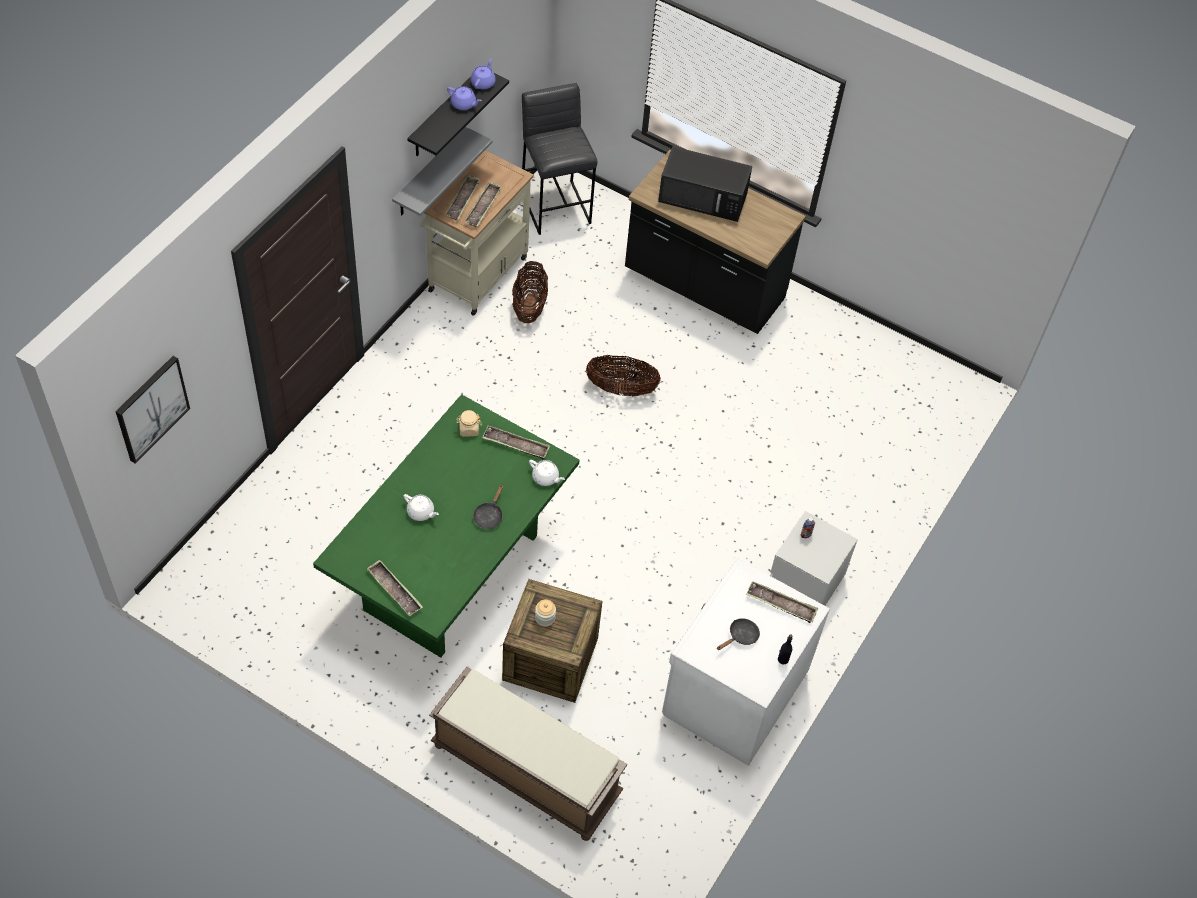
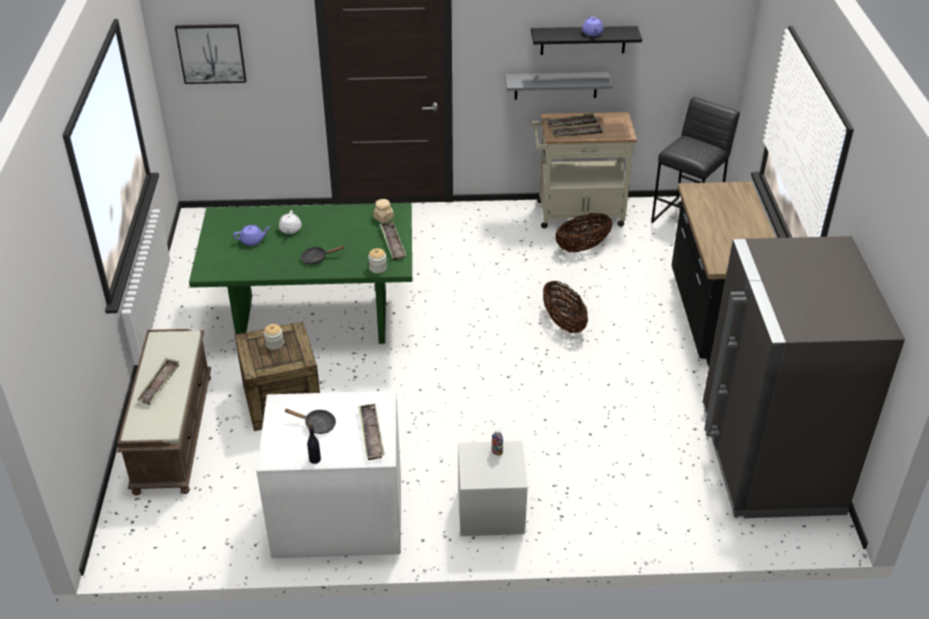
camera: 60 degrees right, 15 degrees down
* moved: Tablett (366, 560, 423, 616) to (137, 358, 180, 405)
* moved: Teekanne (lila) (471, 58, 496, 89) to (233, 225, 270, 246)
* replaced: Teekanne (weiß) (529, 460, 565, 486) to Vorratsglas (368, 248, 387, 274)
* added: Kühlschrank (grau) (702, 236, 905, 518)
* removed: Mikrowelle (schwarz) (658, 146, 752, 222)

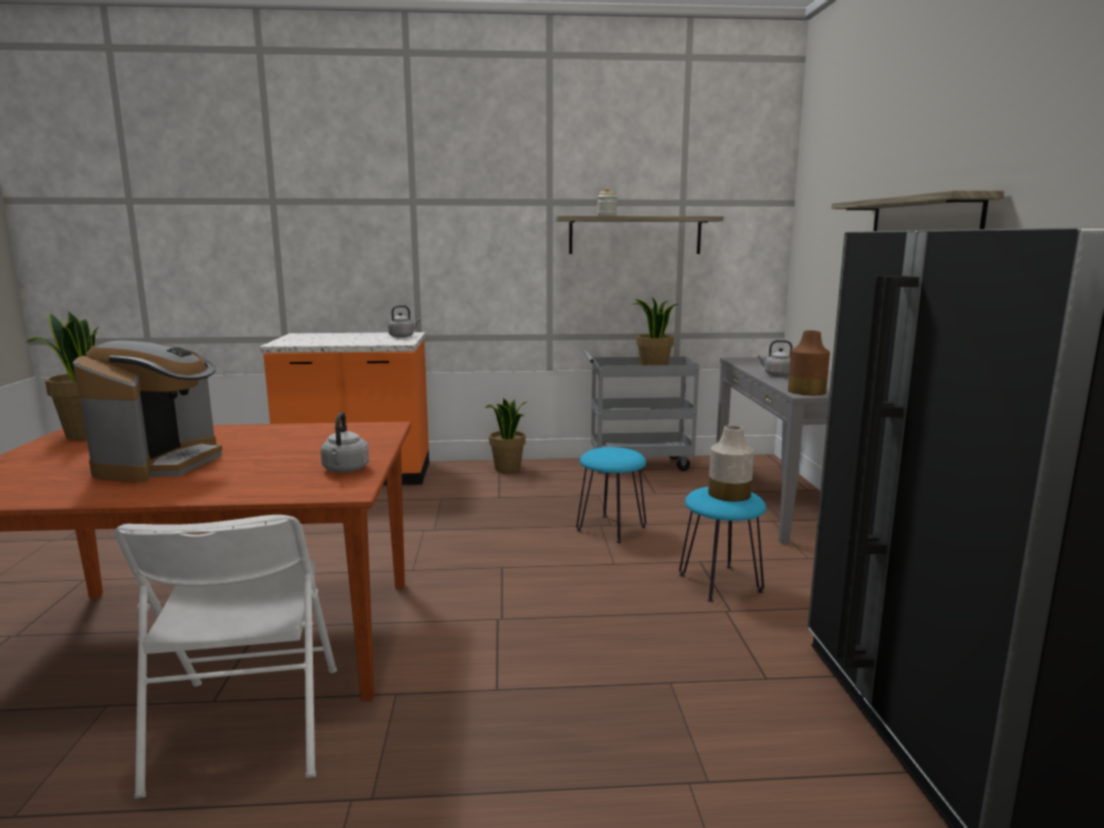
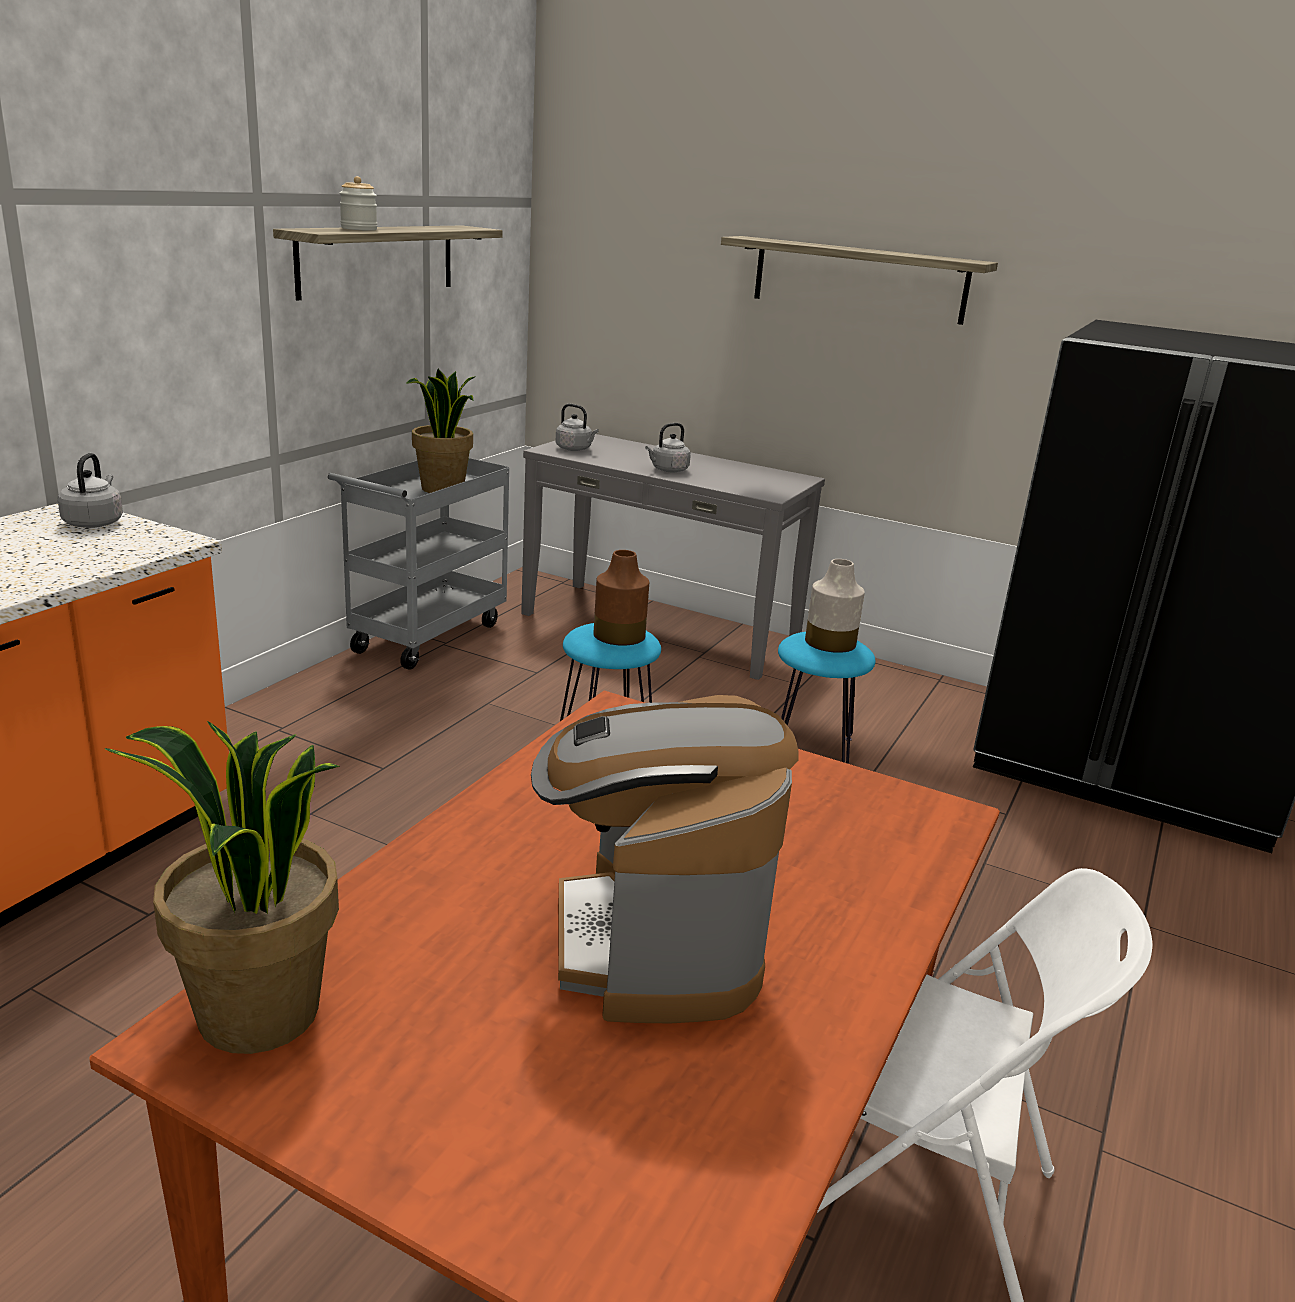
camera: 60 degrees left, 10 degrees up
* turned: Kaffeemaschine (73, 340, 223, 482) = (531, 695, 798, 1023) 135 degrees counterclockwise
* moved: Wasserkessel (grau) (321, 412, 369, 473) to (556, 404, 599, 451)
* moved: Vase (braun) (788, 331, 830, 395) to (593, 550, 649, 646)
* removed: Topfpflanze (485, 399, 528, 473)

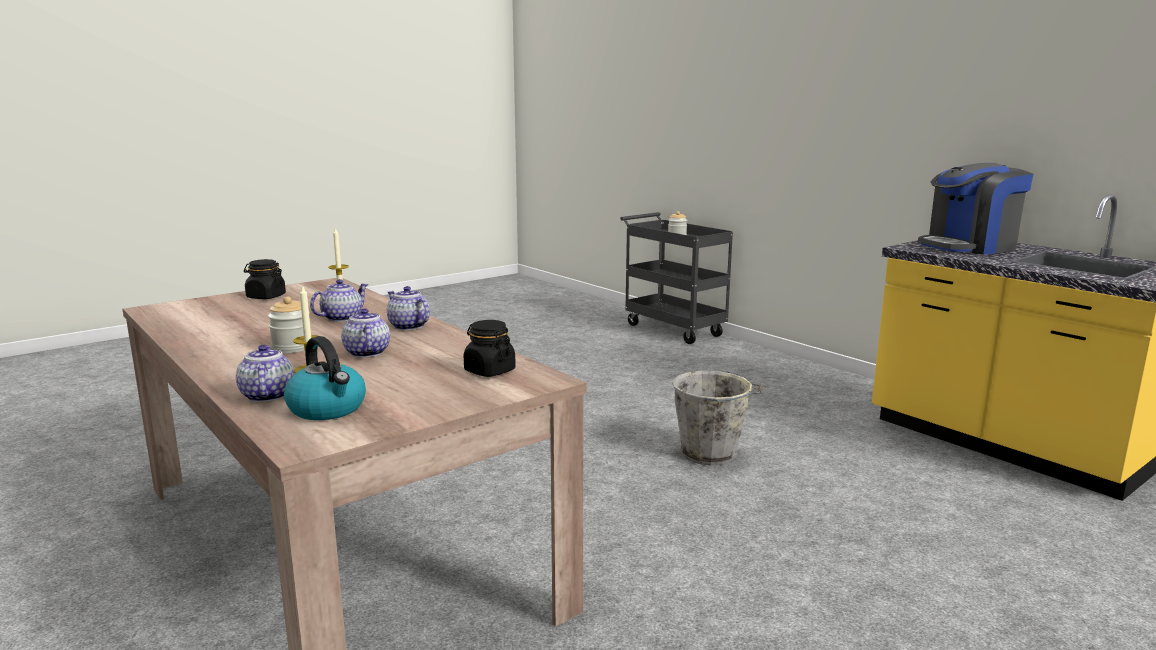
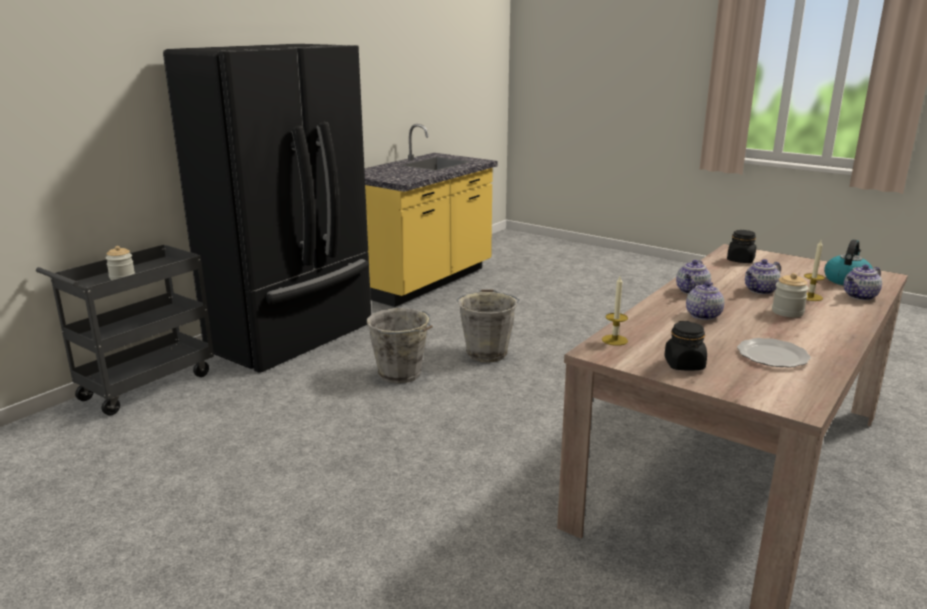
camera: 105 degrees left, 5 degrees up
* added: Kühlschrank (schwarz) (163, 44, 371, 373)
* added: Eimer (grau) (367, 308, 433, 383)
* turned: Teekanne (310, 279, 368, 322) = (686, 282, 724, 320) 90 degrees clockwise
* added: Teller (737, 338, 811, 368)
* removed: Kaffeemaschine (918, 163, 1033, 255)

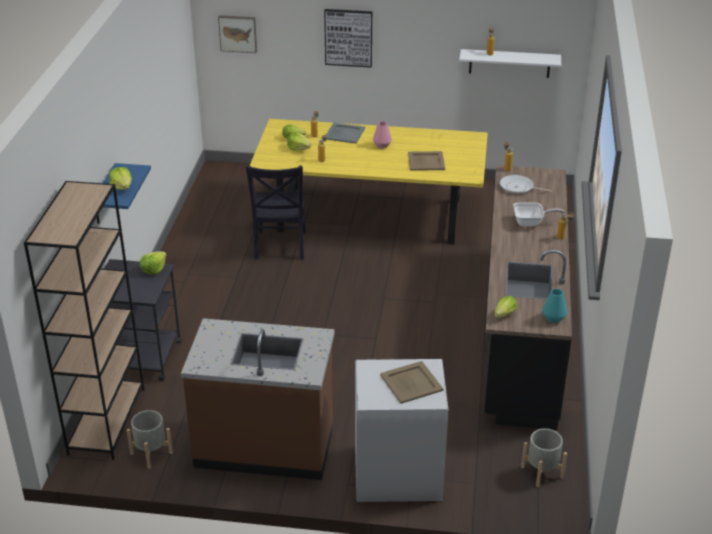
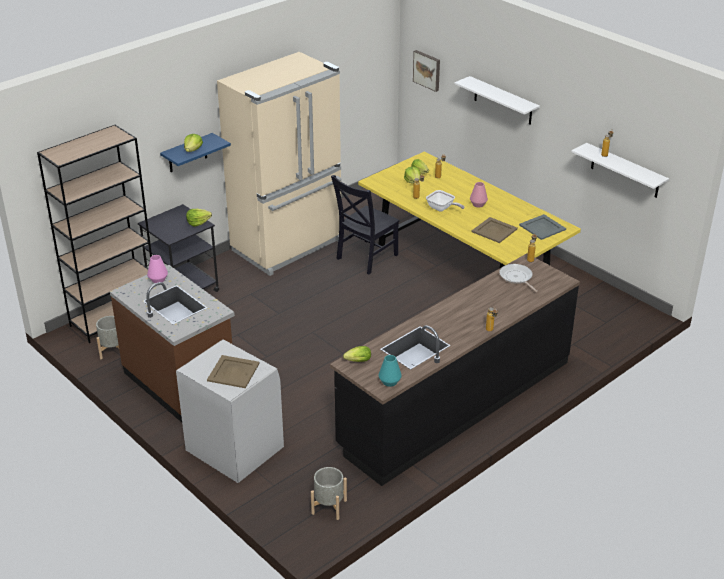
camera: 40 degrees right, 0 degrees up
* added: Vase (rosa) (147, 255, 168, 283)
* added: Kühlschrank (beige) (217, 52, 341, 276)
* moved: Pfanne (513, 202, 565, 226) to (426, 190, 465, 211)
* replaced: Bild (324, 9, 372, 68) to Wandregal (weiß) (454, 76, 540, 125)
* moved: Tablett (grau) (326, 123, 365, 144) to (519, 214, 566, 240)

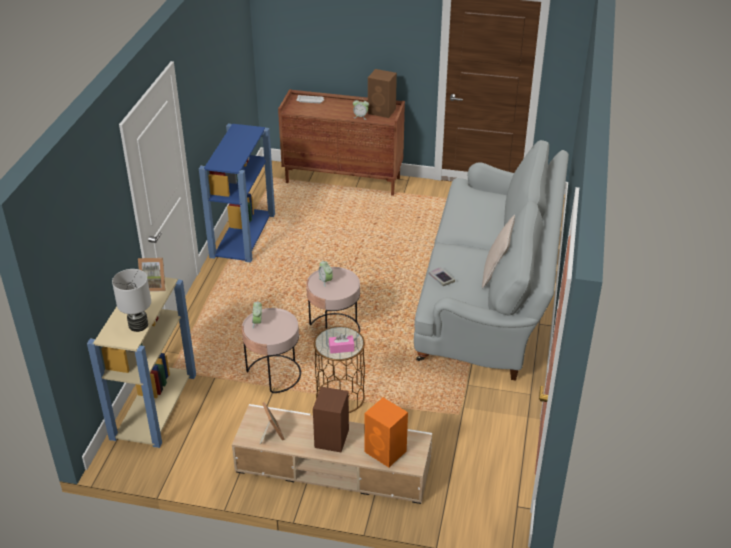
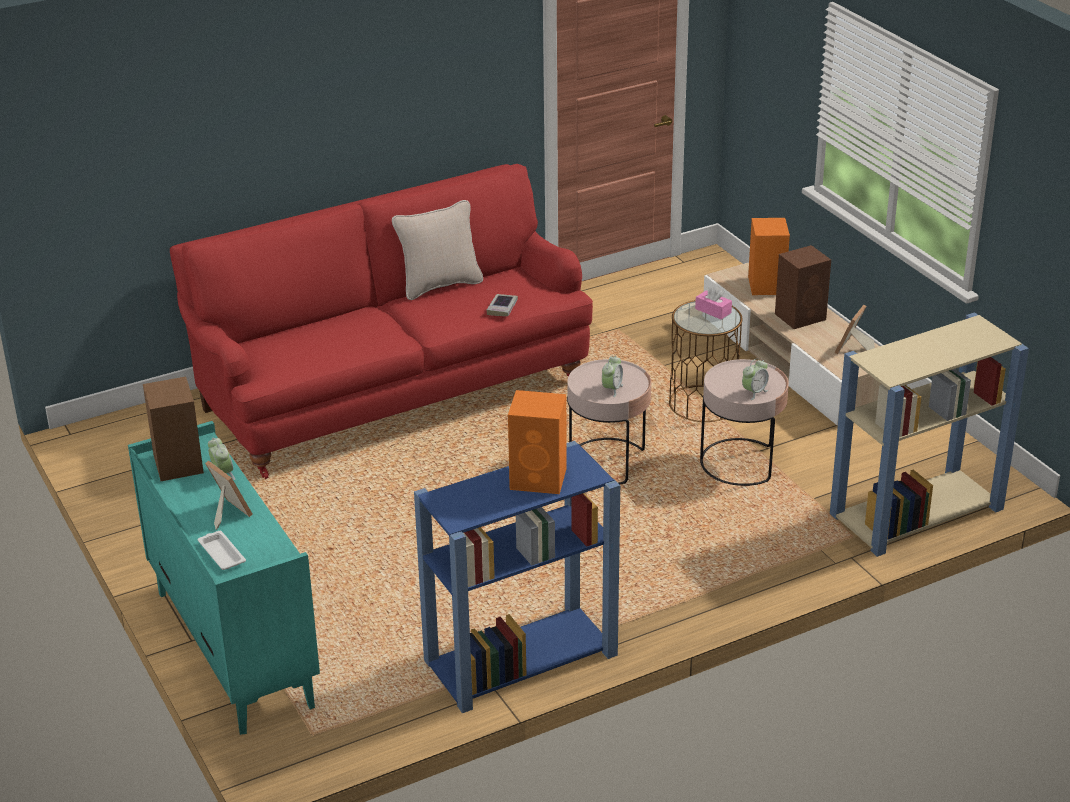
camera: 130 degrees left, 5 degrees down
* recoloured: Schrank (braun) (278, 89, 405, 196) to Schrank (türkis) (128, 421, 320, 735)
* recoloured: Sofa (grau) (414, 140, 569, 381) to Sofa (rot) (170, 164, 593, 479)
* moved: Bilderrahmen (138, 258, 166, 292) to (205, 460, 252, 530)
* added: Lautsprecher (orange) (508, 390, 567, 494)
* removed: Tischlampe (grau) (112, 269, 151, 332)

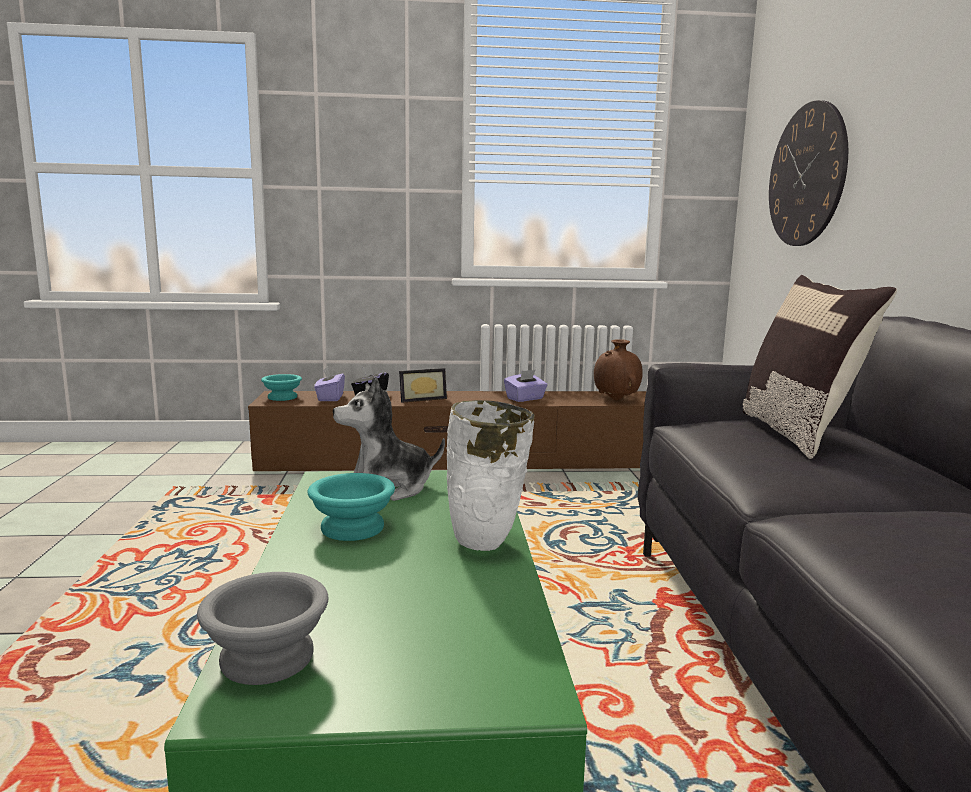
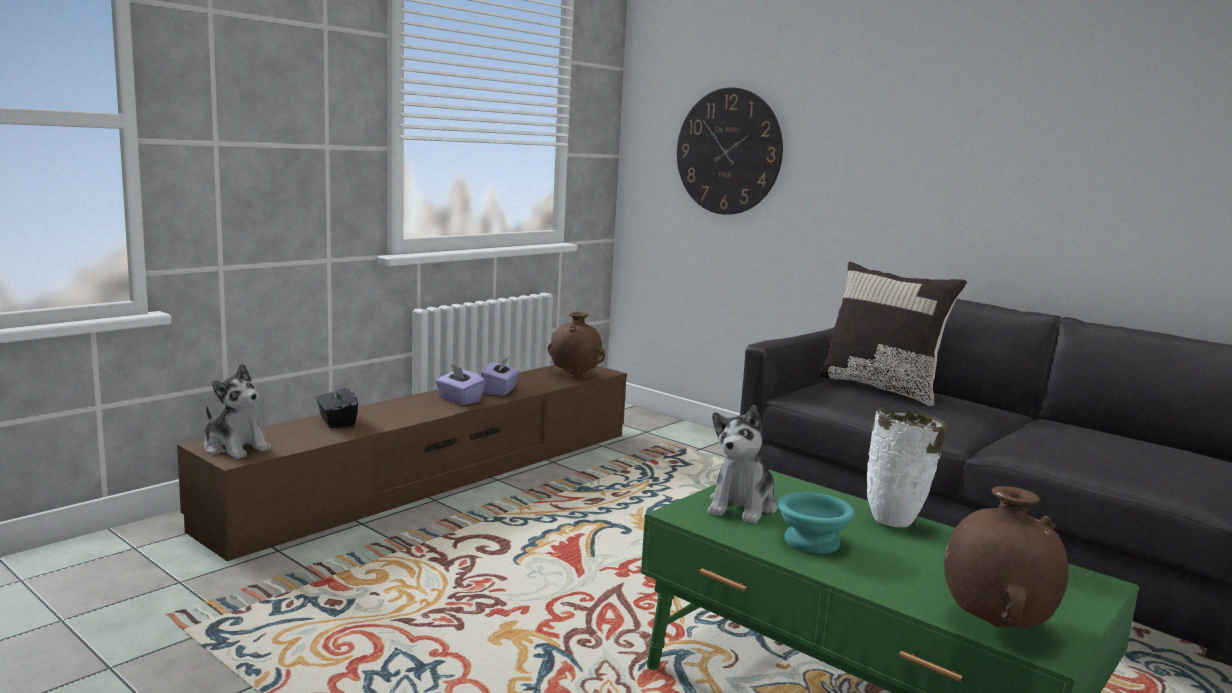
camera: 45 degrees left, 0 degrees up
* replaced: Schüssel (türkis) (261, 374, 302, 401) to Plüschtier (204, 363, 271, 459)
* moved: Taschentuchbox (lila) (314, 366, 345, 401) to (435, 364, 485, 405)
* replaced: Schüssel (grau) (197, 572, 328, 685) to Vase (braun) (944, 486, 1069, 628)
* removed: Bilderrahmen (399, 368, 447, 403)

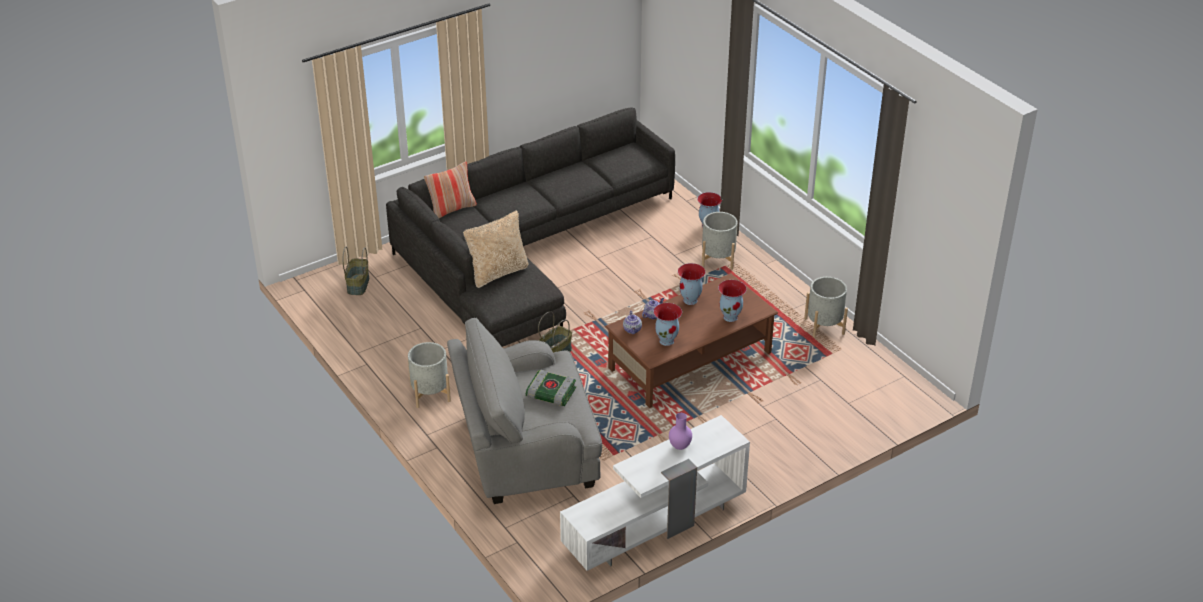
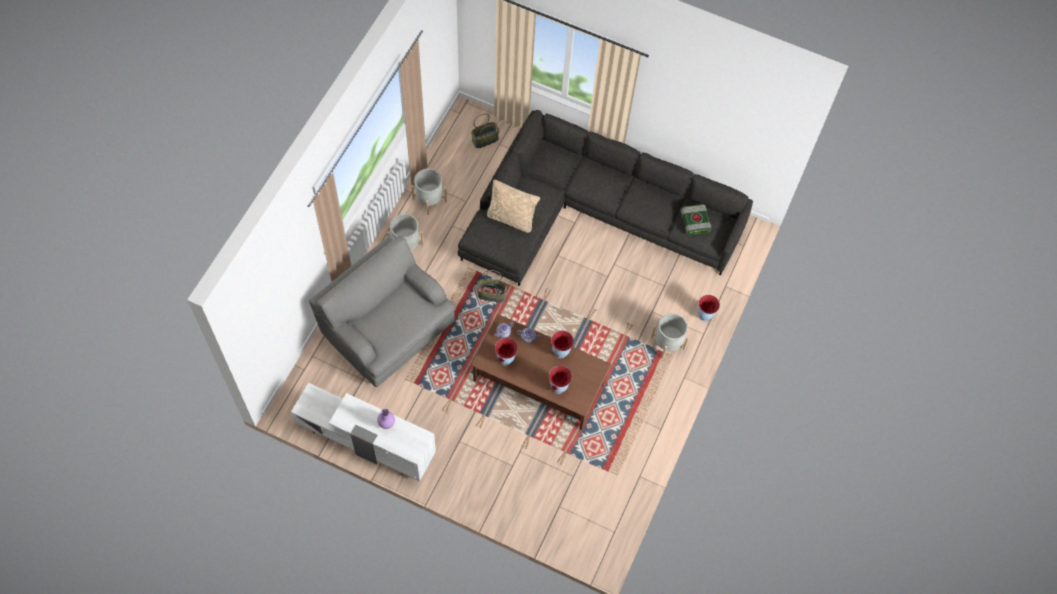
camera: 55 degrees right, 25 degrees up
* moved: Pflanzkübel (grau) (804, 277, 848, 338) to (411, 169, 447, 215)
* moved: Buch (526, 370, 576, 406) to (681, 204, 711, 235)
* removed: Kissen (424, 162, 477, 218)

